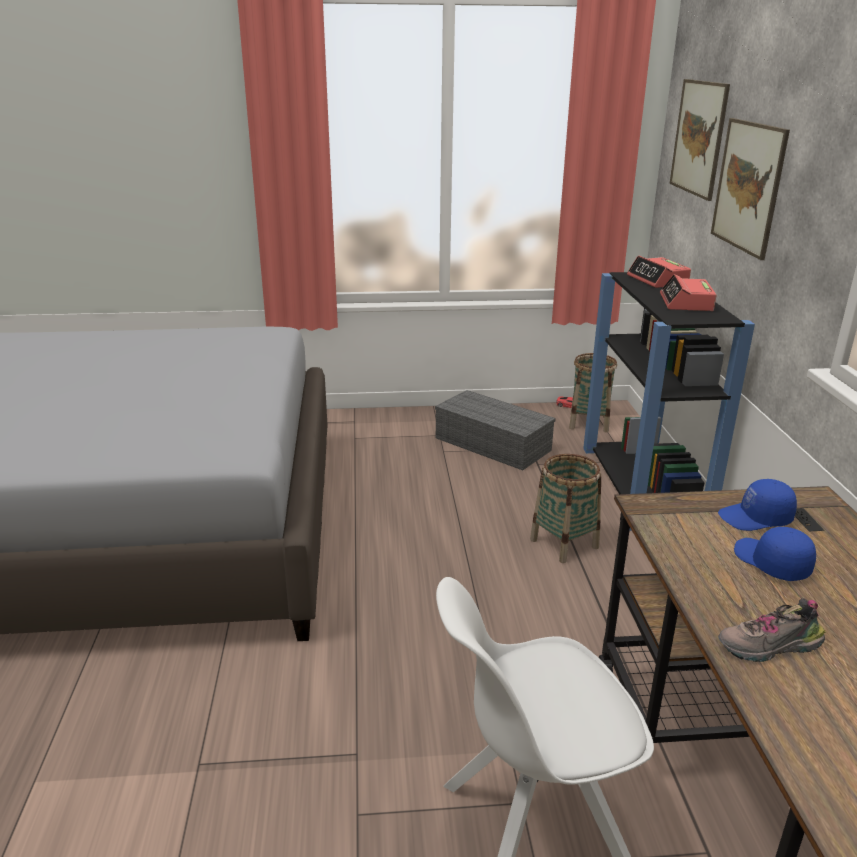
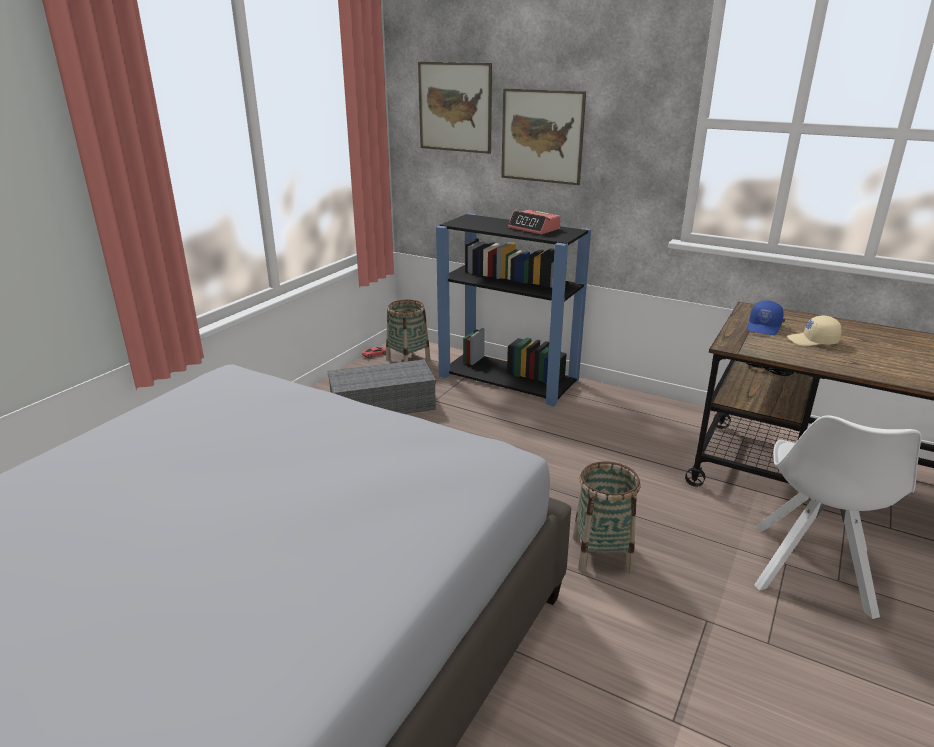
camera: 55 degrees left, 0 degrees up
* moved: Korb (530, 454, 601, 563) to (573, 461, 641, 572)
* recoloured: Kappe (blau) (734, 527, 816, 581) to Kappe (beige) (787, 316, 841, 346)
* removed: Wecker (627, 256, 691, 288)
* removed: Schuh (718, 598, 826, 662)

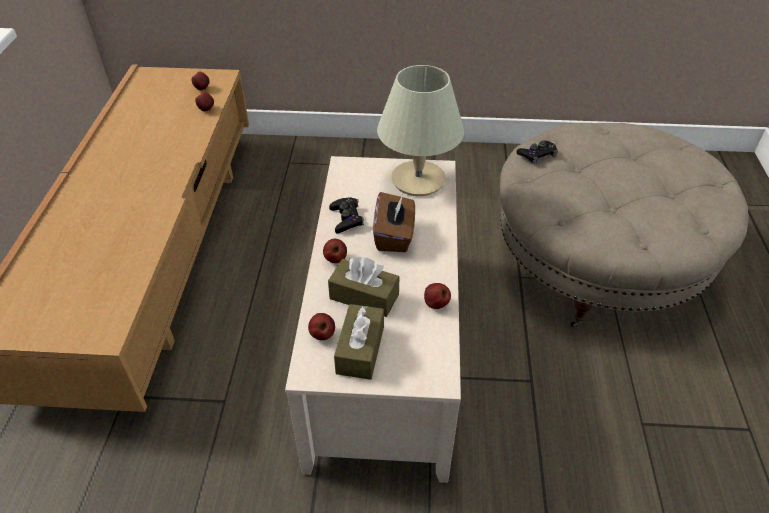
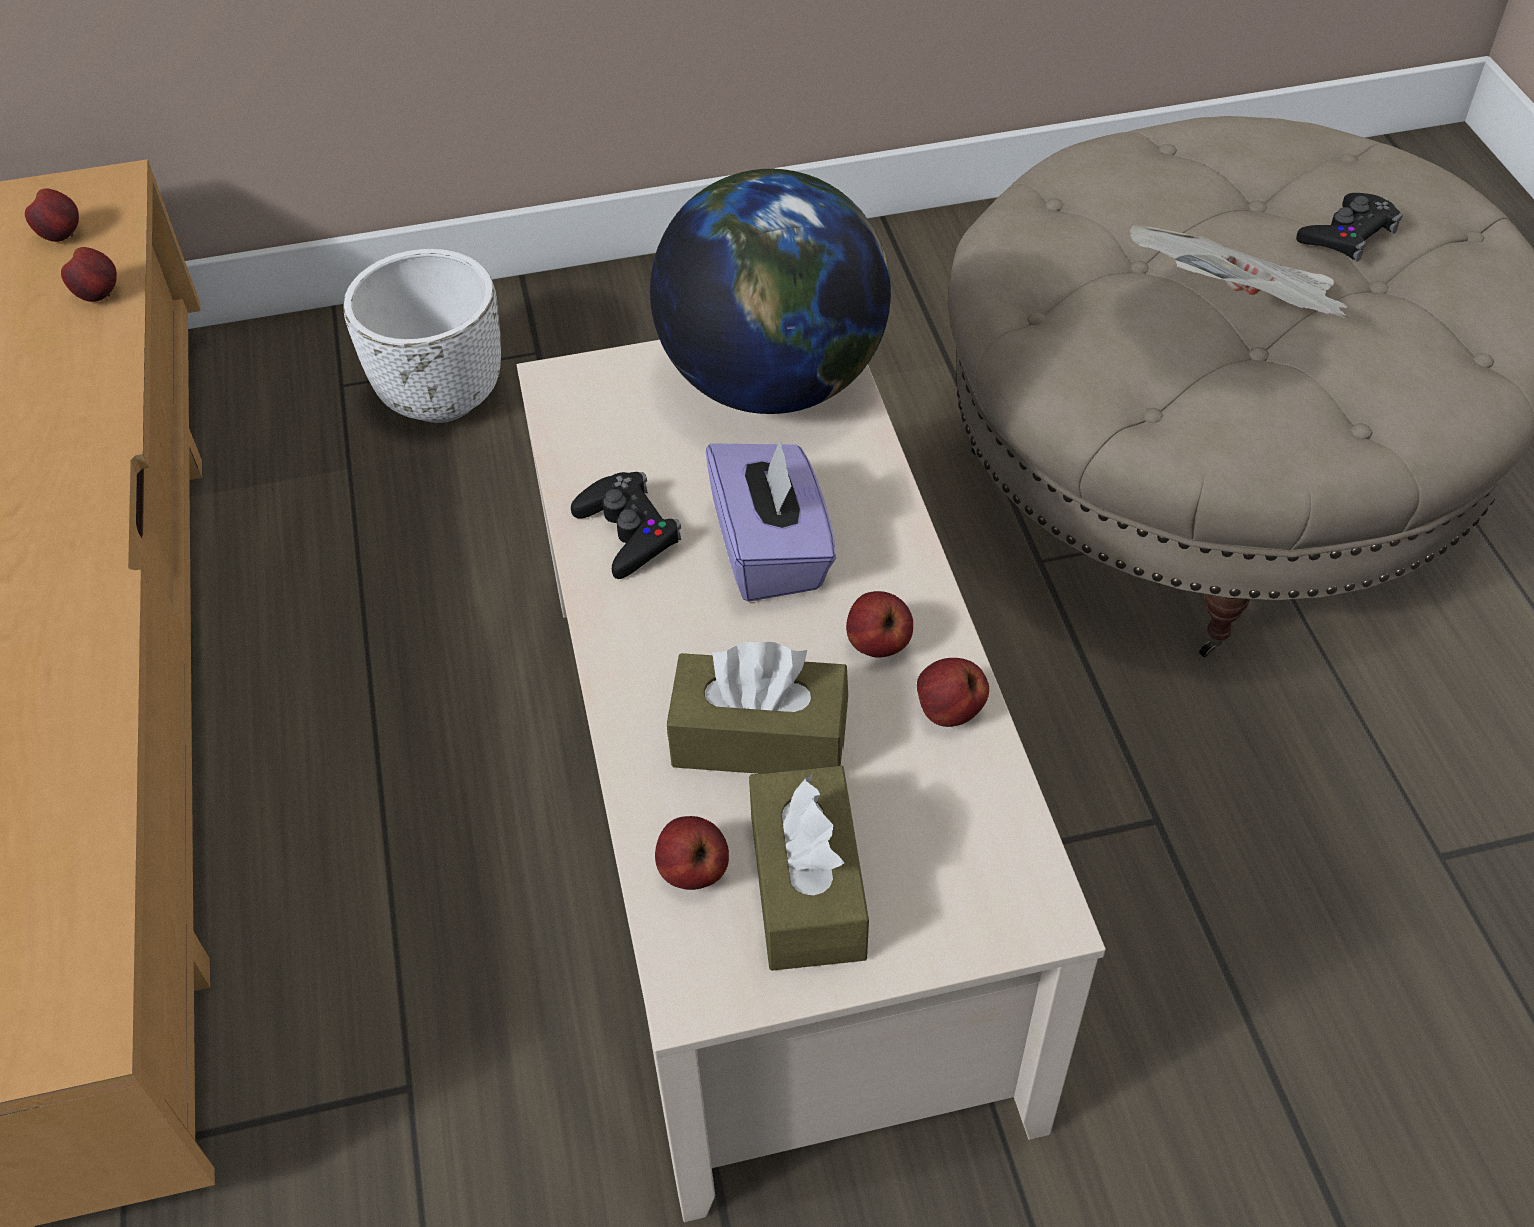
camera: 15 degrees left, 5 degrees up
* added: Pflanzkübel (weiß) (343, 249, 501, 423)
* replaced: Tischlampe (beige) (377, 65, 464, 196) to Globus (650, 169, 891, 414)
* recoloured: Taschentuchbox (braun) (373, 192, 415, 252) to Taschentuchbox (lila) (706, 436, 836, 602)
* moved: Apfel (323, 239, 347, 263) to (846, 591, 913, 657)
* added: Zeitung (1129, 225, 1347, 318)
* moved: Gamepad (schwarz) (517, 141, 558, 164) to (1296, 193, 1403, 262)

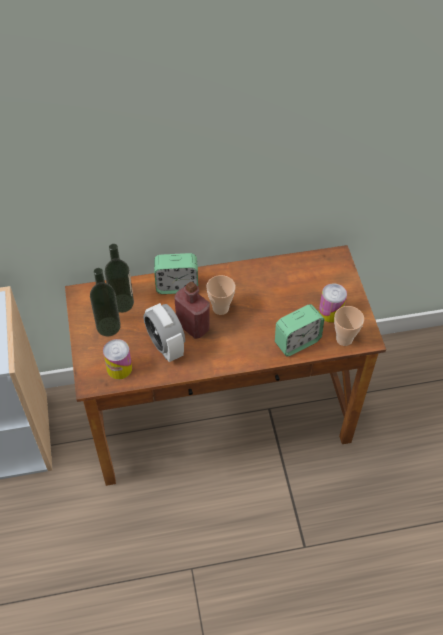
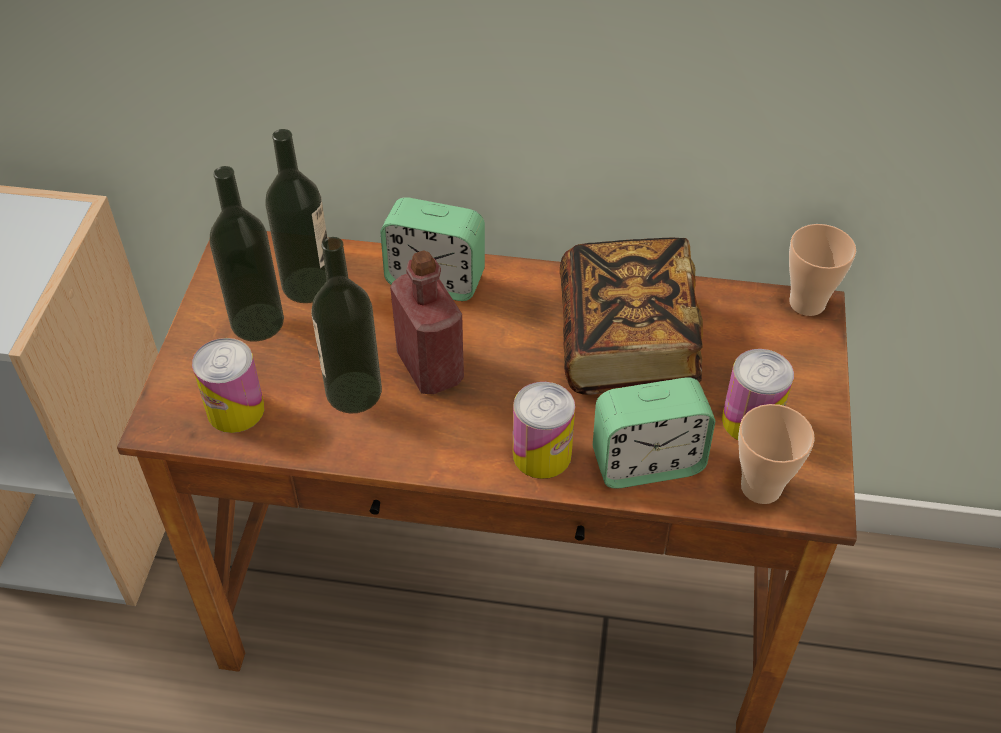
camera: 20 degrees right, 5 degrees down
* replaced: Wecker (143, 303, 185, 362) to Flasche (311, 237, 382, 414)
* added: Dose (513, 382, 575, 479)
* added: Buch (560, 238, 703, 395)
* moved: Tasse (207, 275, 236, 315) to (789, 224, 856, 316)

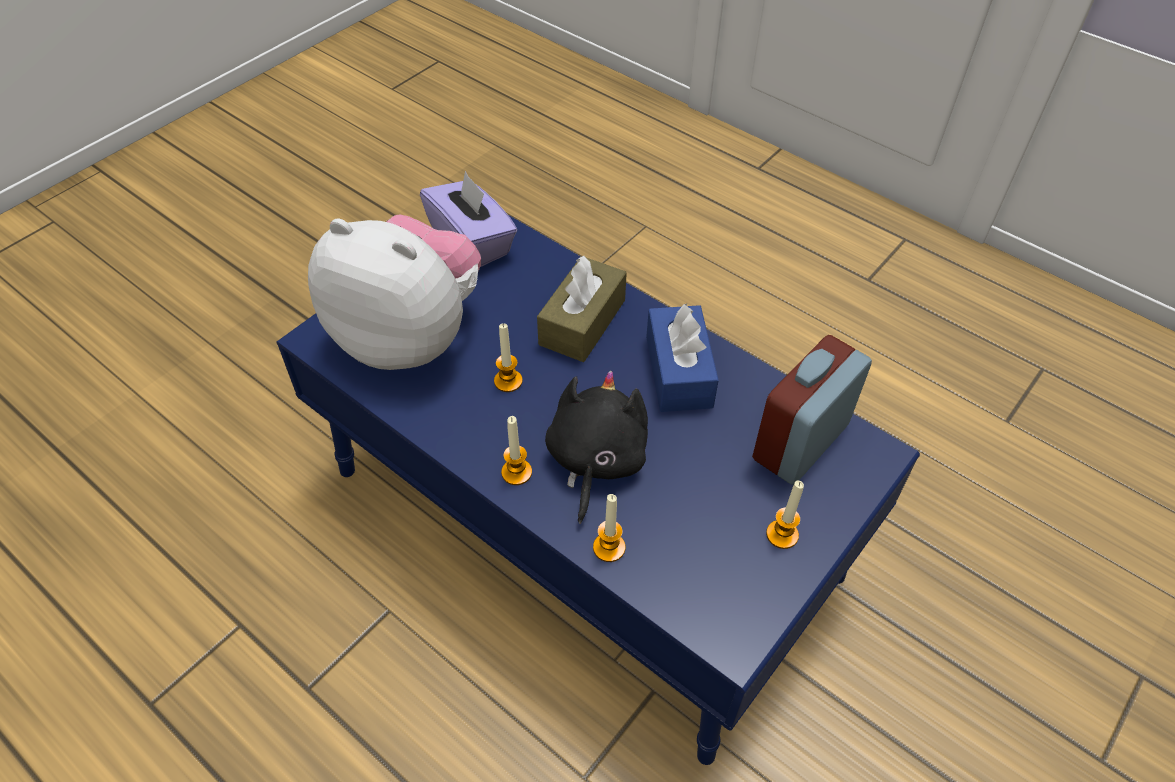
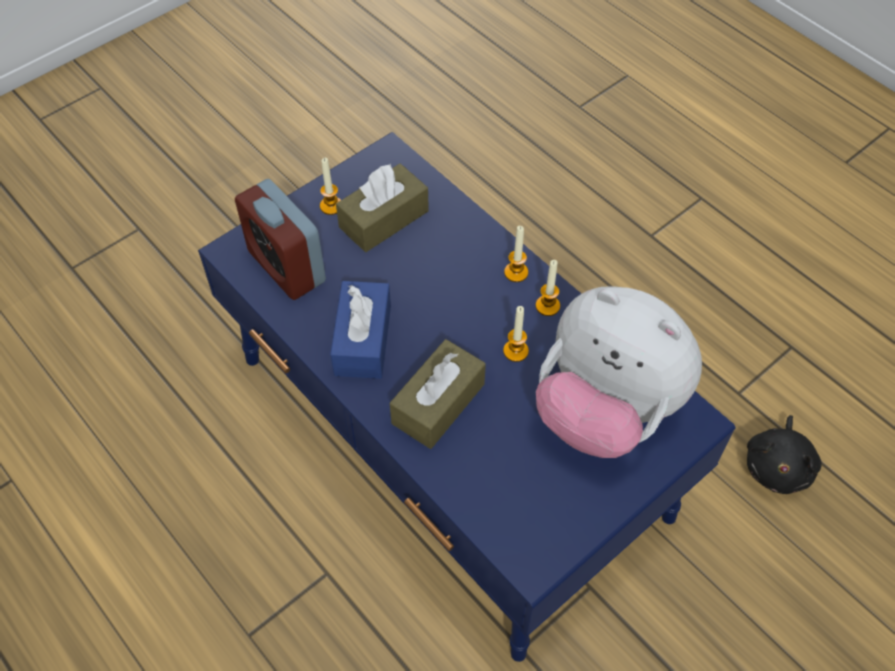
camera: 170 degrees left, 5 degrees up
* turned: Wecker (752, 335, 872, 485) = (235, 179, 326, 300) 90 degrees clockwise
* added: Taschentuchbox (braun) (336, 164, 429, 252)
* moved: Kerze (593, 494, 625, 562) to (535, 260, 560, 316)
* moved: Plüschtier (schwarz) (545, 371, 648, 524) to (747, 415, 822, 494)
* removed: Taschentuchbox (lila) (420, 171, 517, 267)

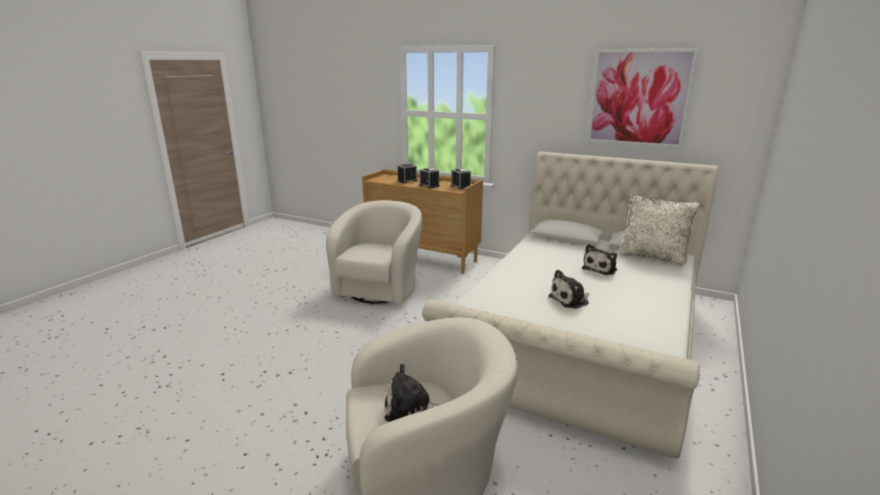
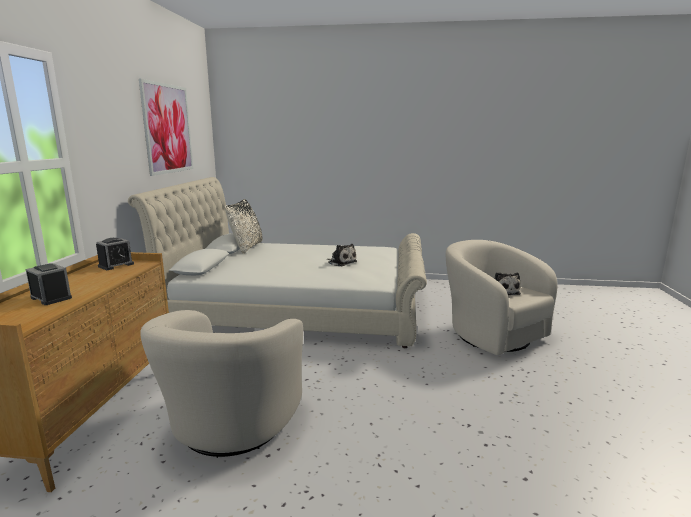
camera: 110 degrees left, 5 degrees down
* turned: Sessel (beige) (326, 200, 422, 304) = (140, 310, 303, 458) 75 degrees counterclockwise
* removed: Wecker (419, 168, 440, 189)
* removed: Plüschtier (582, 244, 617, 275)

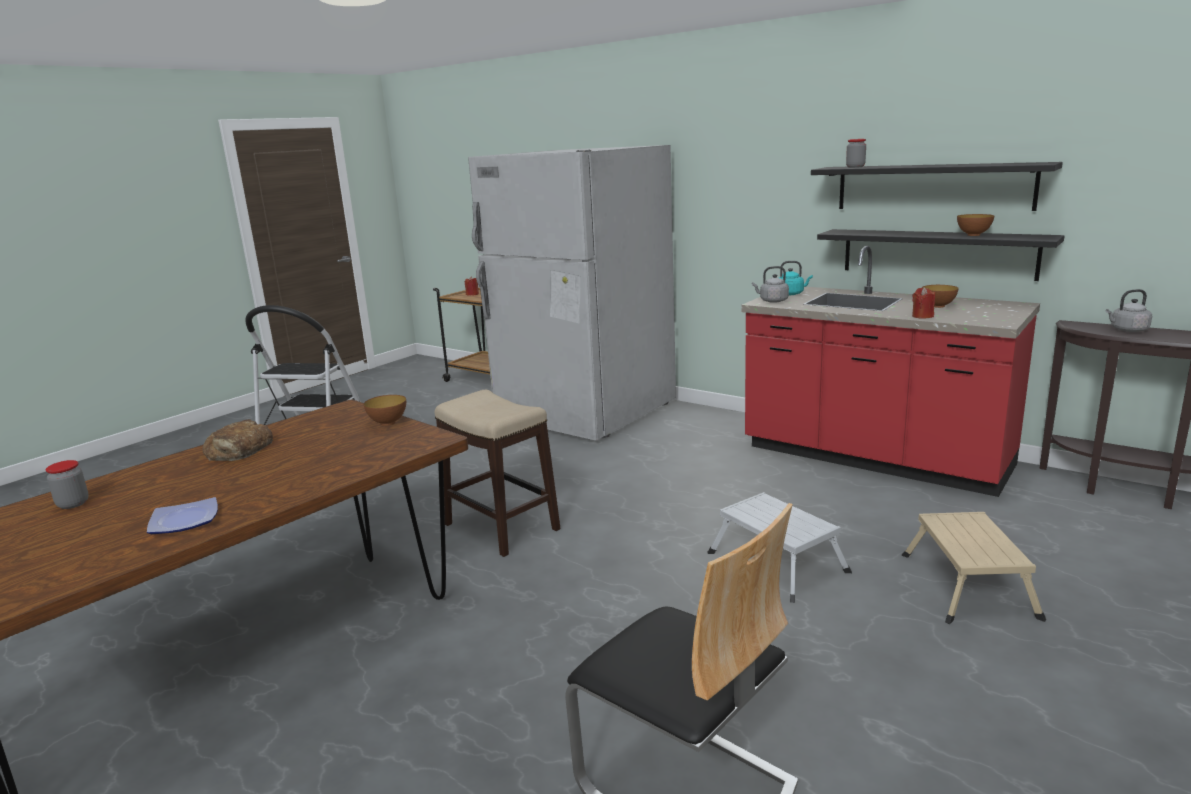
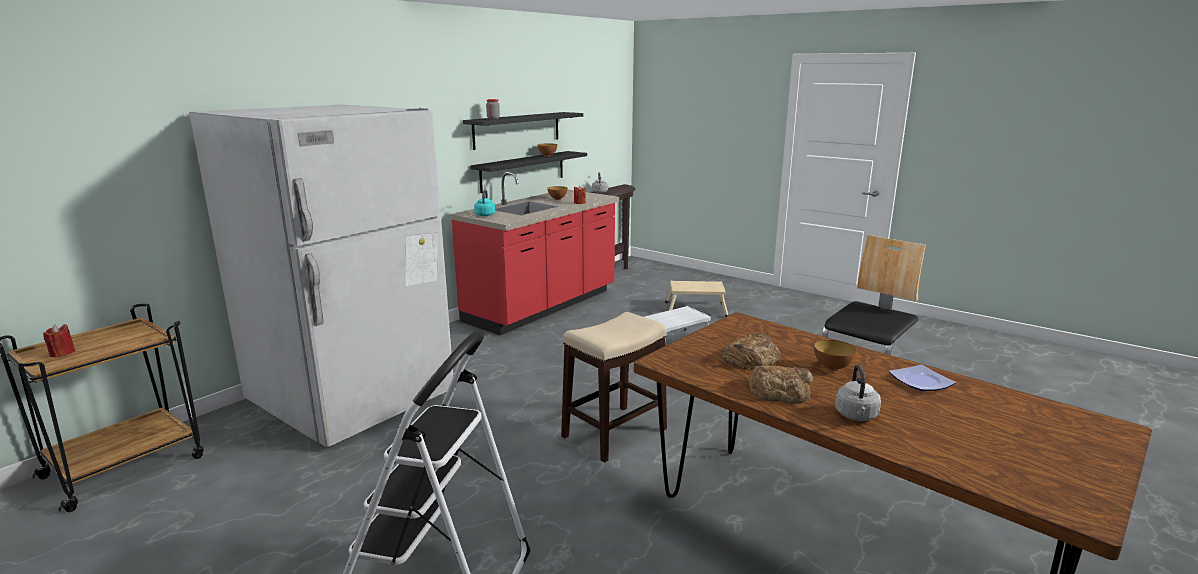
camera: 90 degrees left, 0 degrees up
* added: Brot (722, 333, 781, 370)
* moved: Schüssel (364, 395, 406, 426) to (814, 340, 856, 371)
* moved: Wasserkessel (grau) (752, 266, 789, 303) to (835, 364, 881, 421)
* removed: Vorratsglas (45, 460, 89, 509)

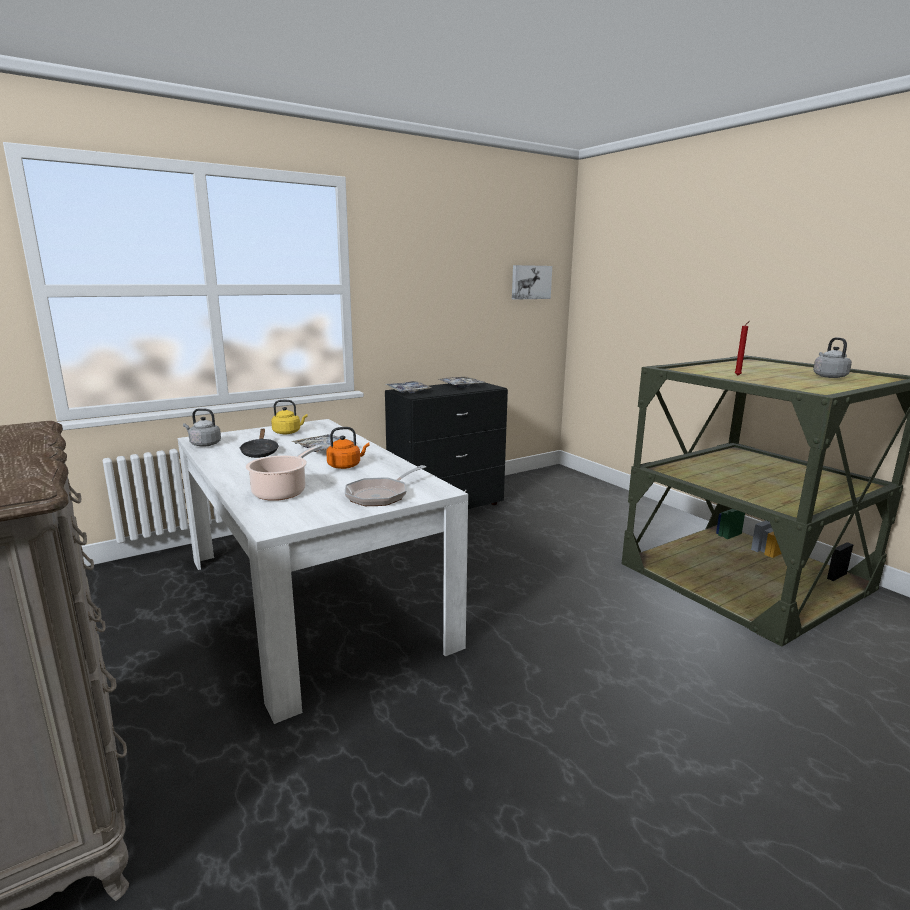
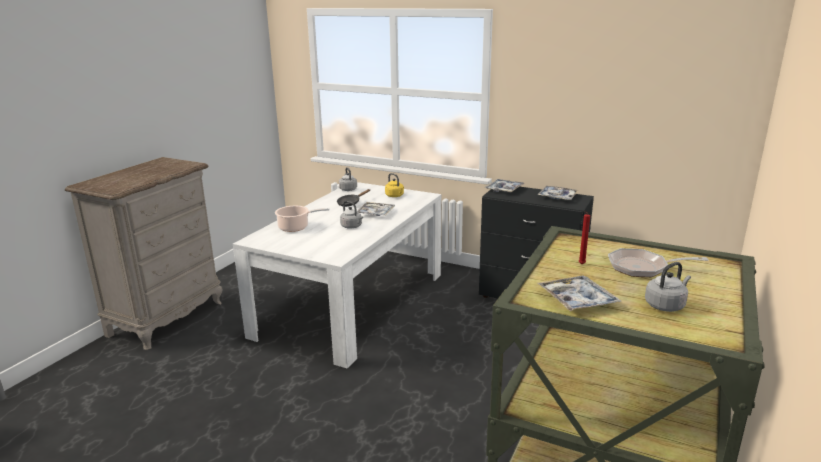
camera: 60 degrees right, 5 degrees up
* recoloured: Wasserkessel (orange) (326, 427, 370, 469) to Wasserkessel (grau) (340, 201, 363, 229)
* added: Tablett (538, 276, 621, 311)
* moved: Pfanne (345, 465, 426, 506) to (608, 248, 708, 277)
* removed: Bild (512, 265, 552, 300)

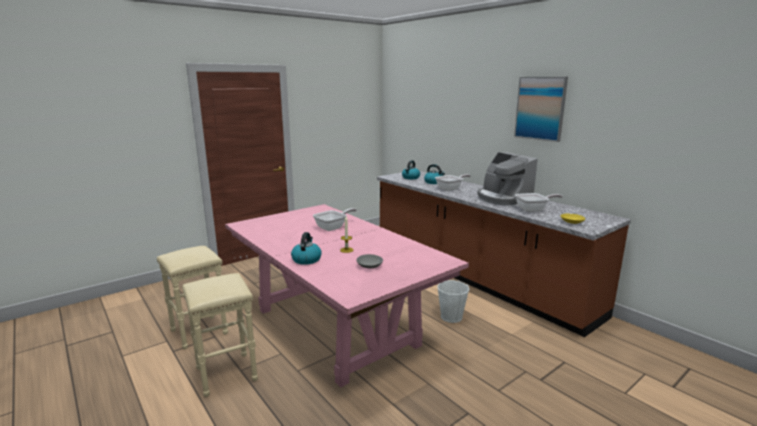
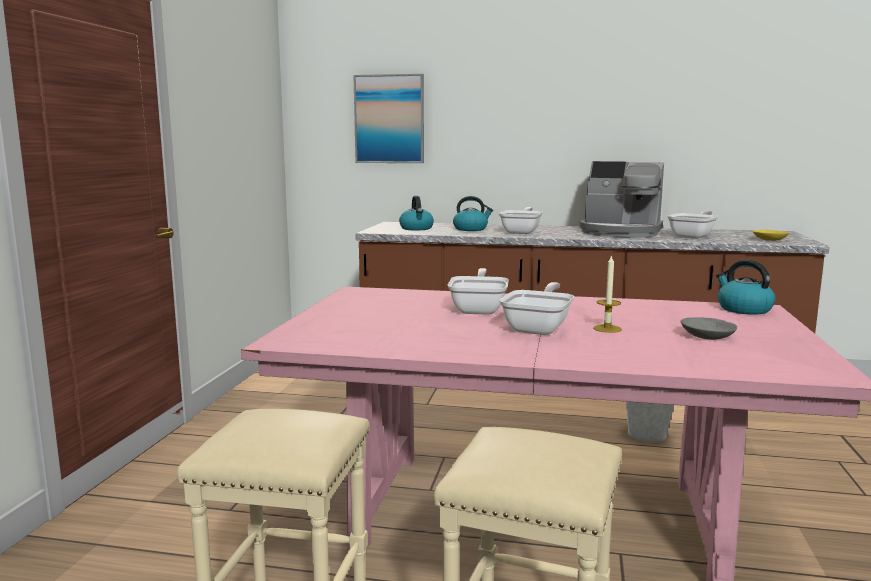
camera: 40 degrees left, 5 degrees down
* moved: Bild (514, 77, 568, 142) to (353, 74, 424, 163)
* added: Pfanne (499, 282, 574, 335)
* moved: Wasserkessel (291, 232, 322, 265) to (716, 260, 775, 315)

